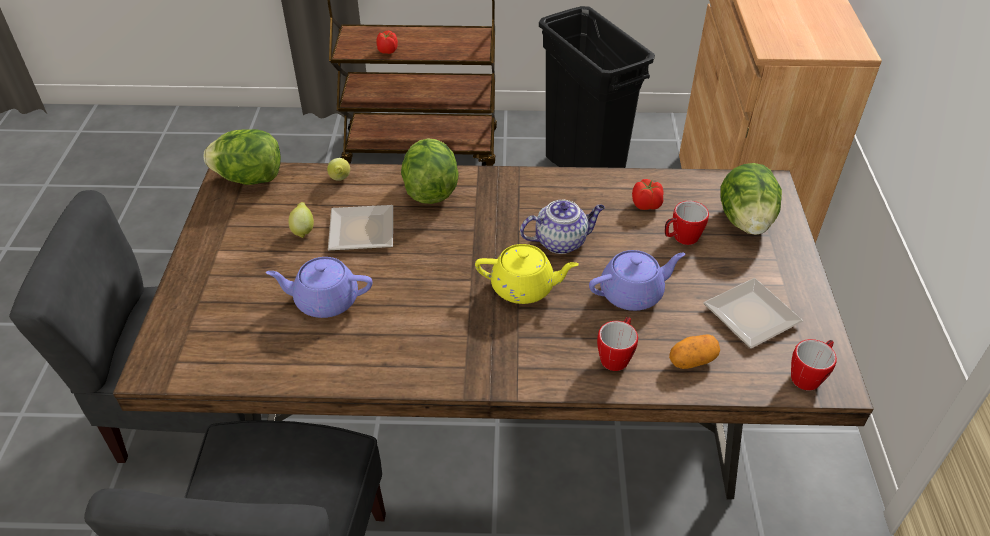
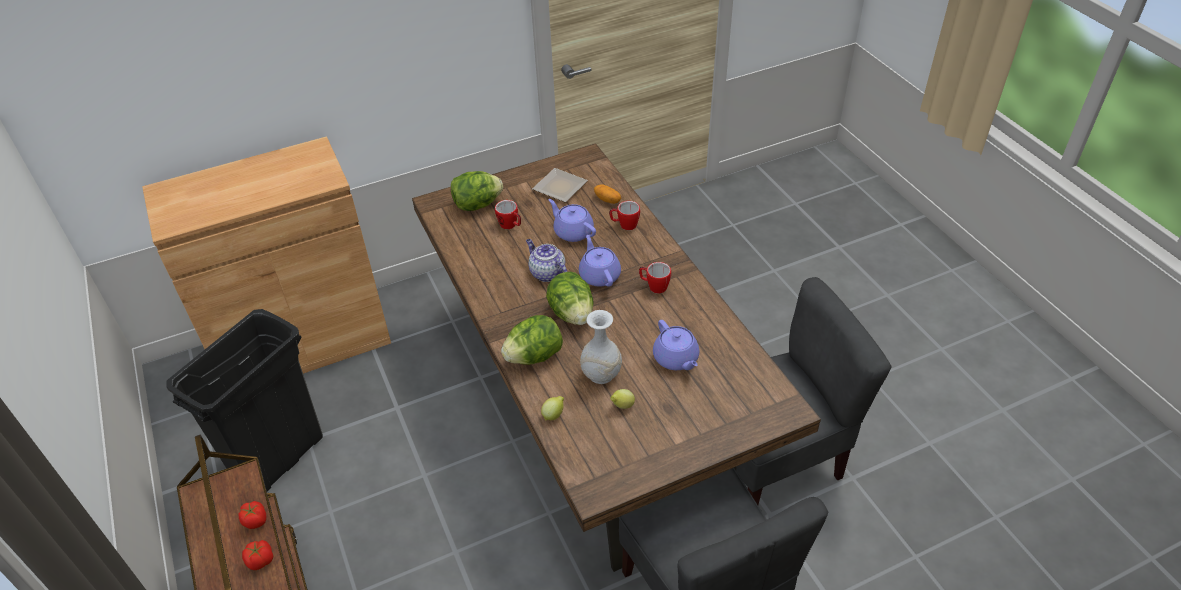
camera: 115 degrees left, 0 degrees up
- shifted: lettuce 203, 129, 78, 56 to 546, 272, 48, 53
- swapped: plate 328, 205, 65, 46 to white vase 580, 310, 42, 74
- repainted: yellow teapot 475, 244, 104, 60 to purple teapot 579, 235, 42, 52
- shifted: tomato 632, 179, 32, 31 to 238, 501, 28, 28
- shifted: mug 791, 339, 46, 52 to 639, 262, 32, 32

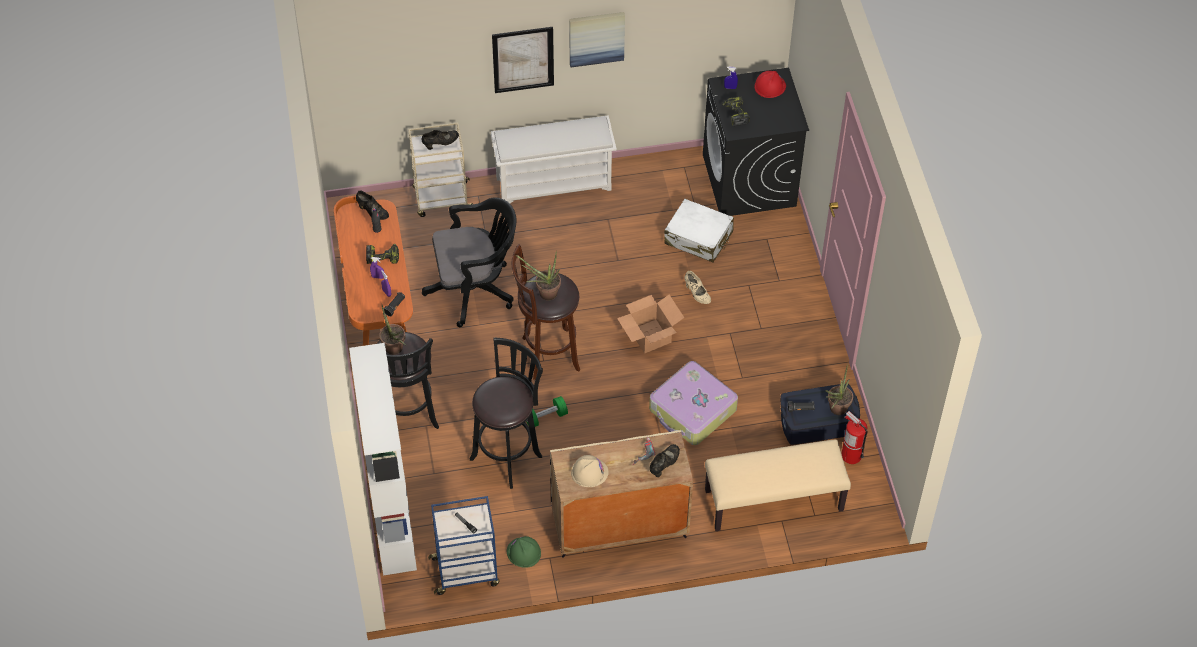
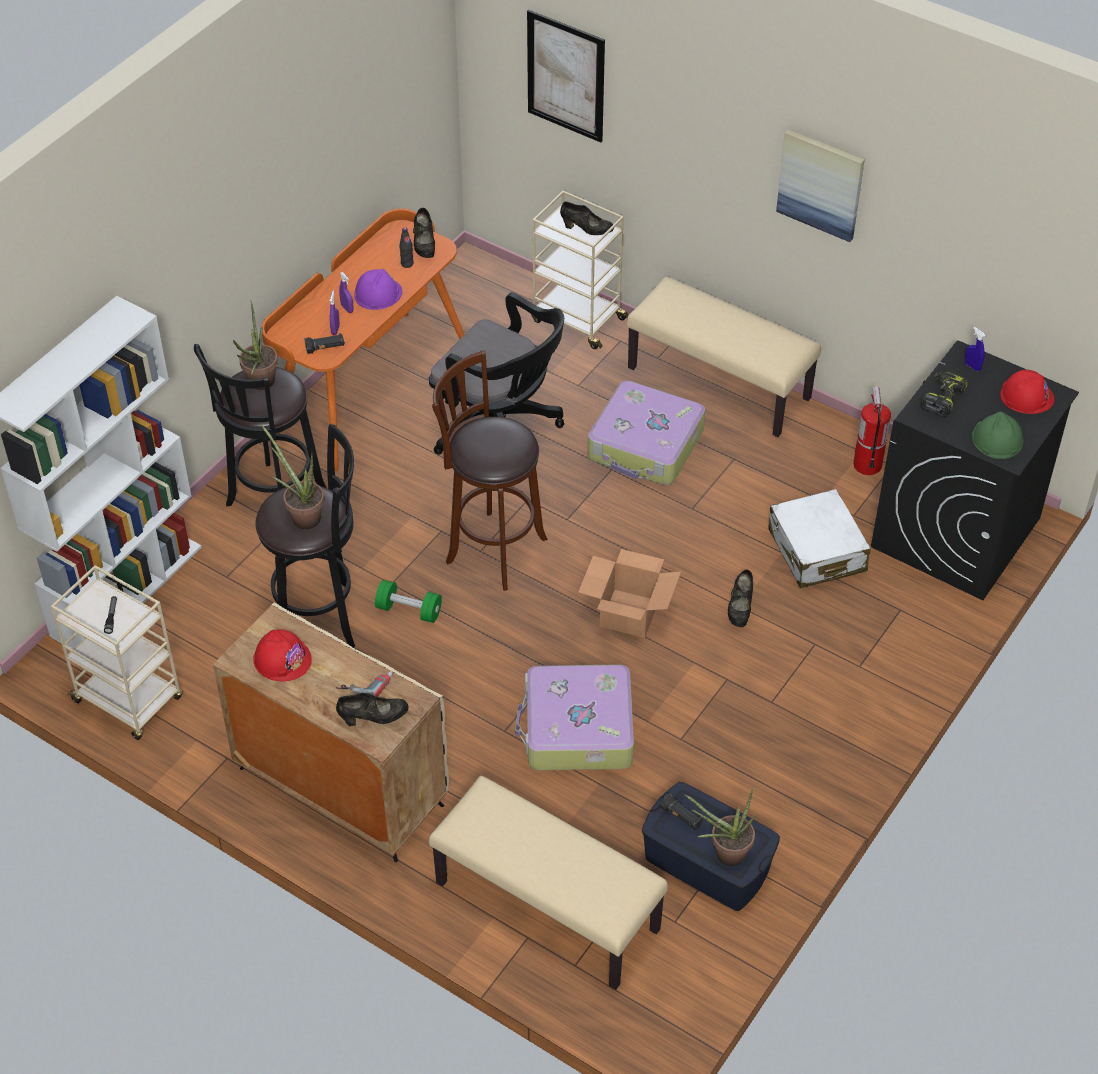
camera: 45 degrees right, 5 degrees down
- swapped: power drill 366, 244, 33, 20 to purple hard hat 354, 269, 48, 41
- repainted: blue cart 428, 496, 71, 99 to beige cart 51, 565, 132, 175
- swapped: white shoe rack 491, 115, 126, 88 to beige bench 627, 277, 194, 160
- shifted: picture 492, 27, 62, 66 to 527, 10, 78, 132
- shifted: green hard hat 507, 536, 34, 32 to 972, 411, 51, 48
- shifted: potted plant 516, 252, 45, 49 to 260, 424, 64, 105
- repainted: beige hard hat 571, 455, 38, 32 to red hard hat 253, 630, 59, 51
- repainted: beige shoe 684, 271, 27, 33 to black shoe 728, 569, 25, 58
- shifted: fire extinguisher 841, 411, 26, 53 to 853, 387, 38, 88
- new: suitcase 588, 381, 117, 104

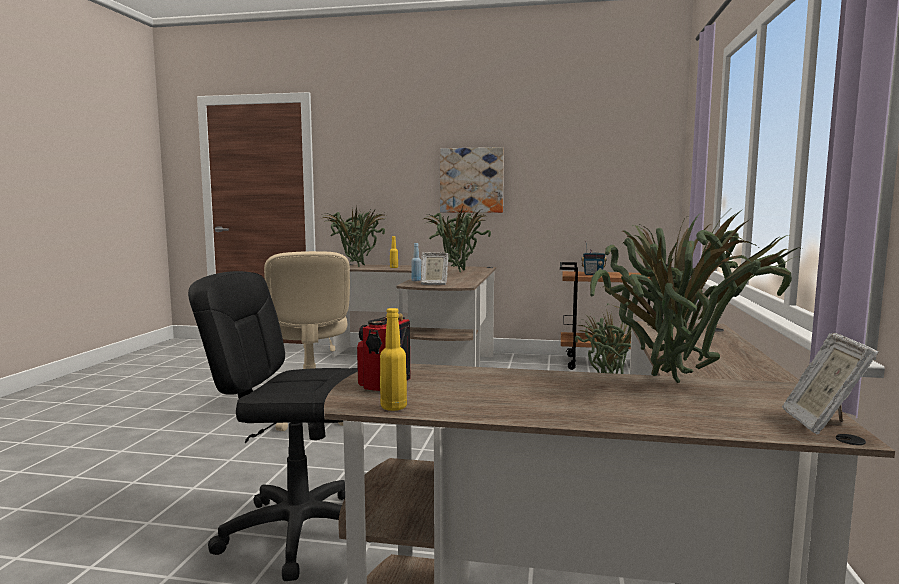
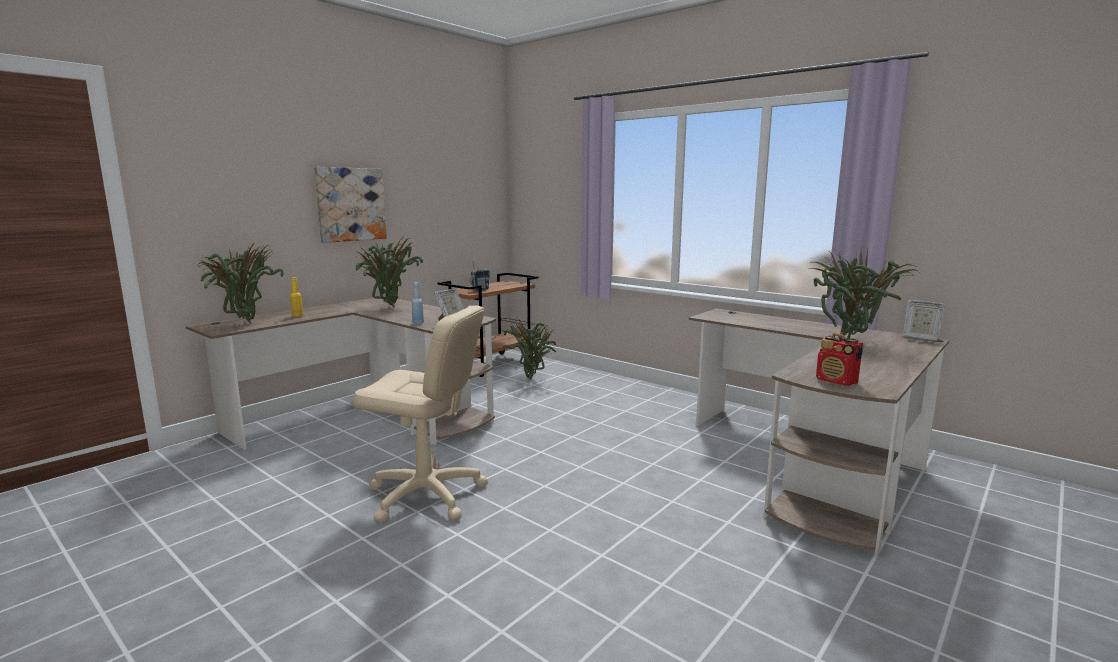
camera: 60 degrees left, 5 degrees up
- gone: black office chair 188, 271, 170, 310
- gone: yellow bottle 380, 308, 27, 103

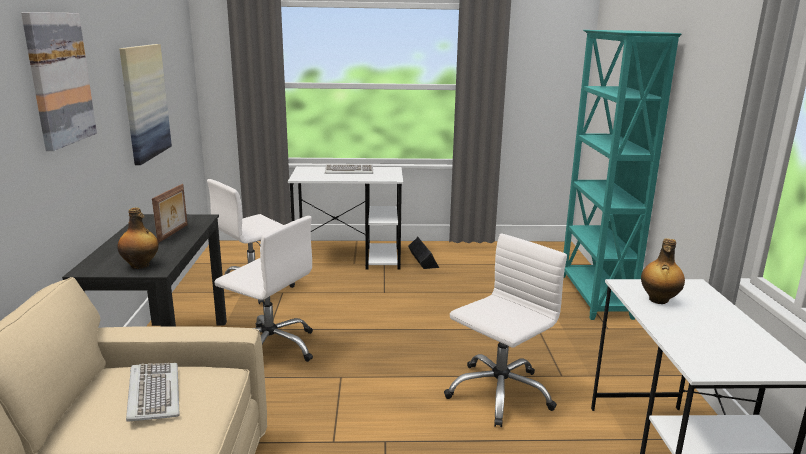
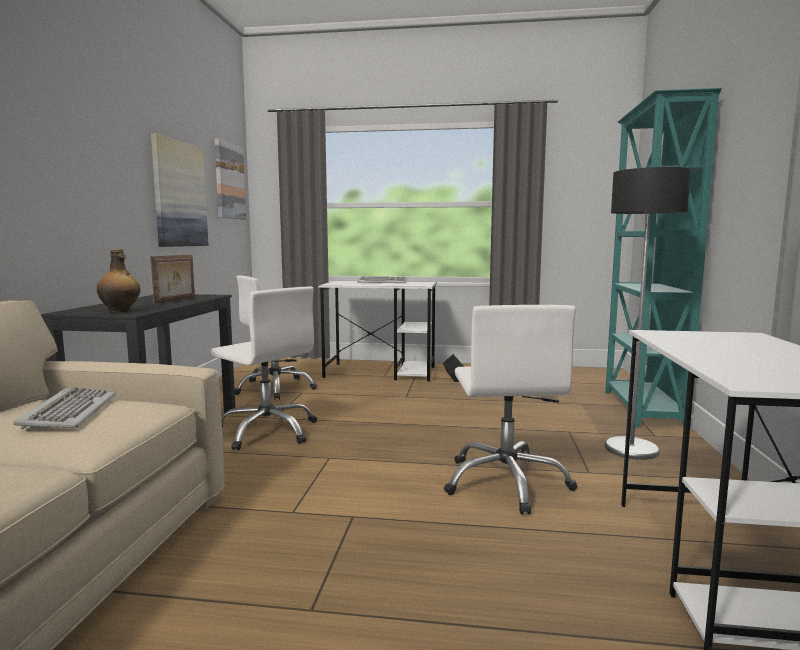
camera: 10 degrees right, 10 degrees down
- shifted: picture 21, 12, 76, 139 to 214, 138, 32, 81
- rotated: white office chair 444, 233, 123, 194 = 444, 305, 133, 210 120 degrees clockwise
- gone: bottle 641, 238, 44, 66
- new: floor lamp 605, 167, 86, 293

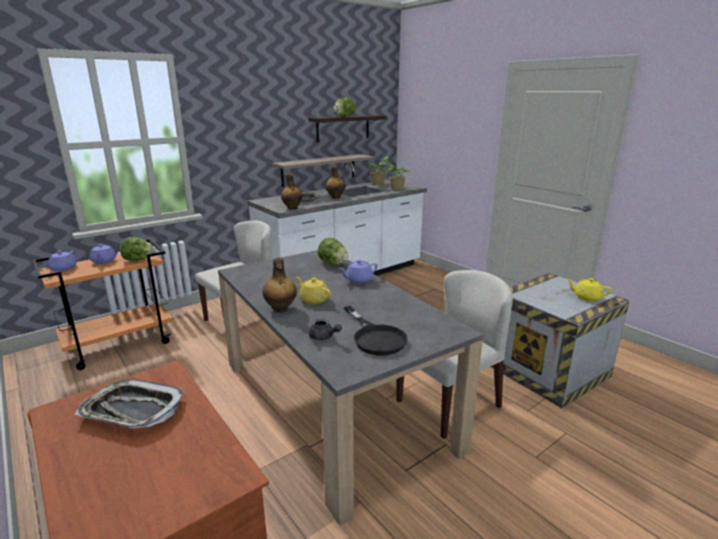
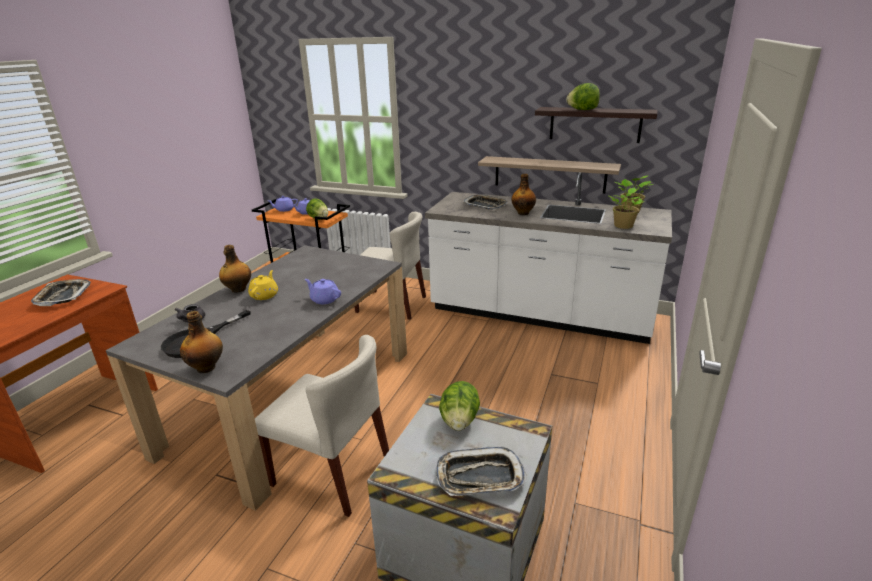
camera: 60 degrees right, 5 degrees up
- shifted: bottle 281, 174, 21, 36 to 180, 311, 43, 62
- shifted: lettuce 318, 238, 31, 27 to 439, 381, 41, 50
- swapped: yellow teapot 567, 278, 45, 23 to tray 436, 447, 91, 49

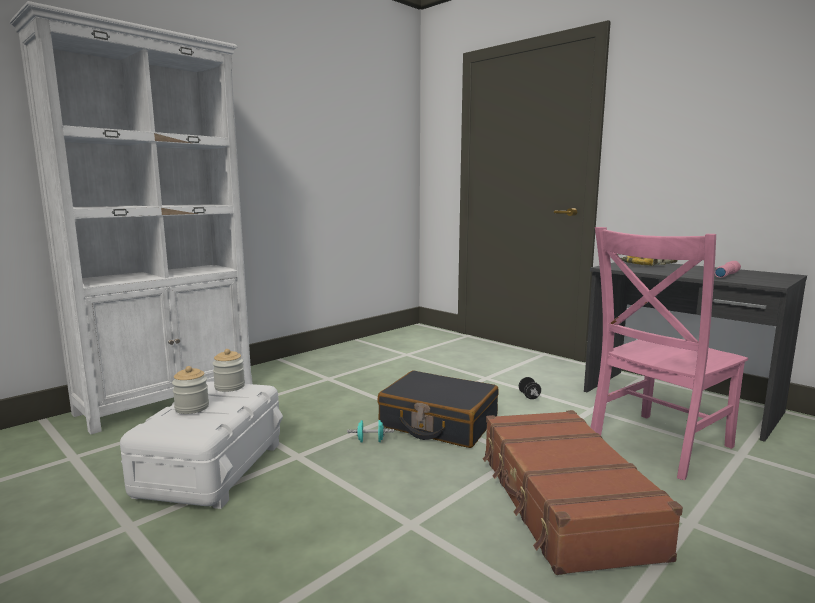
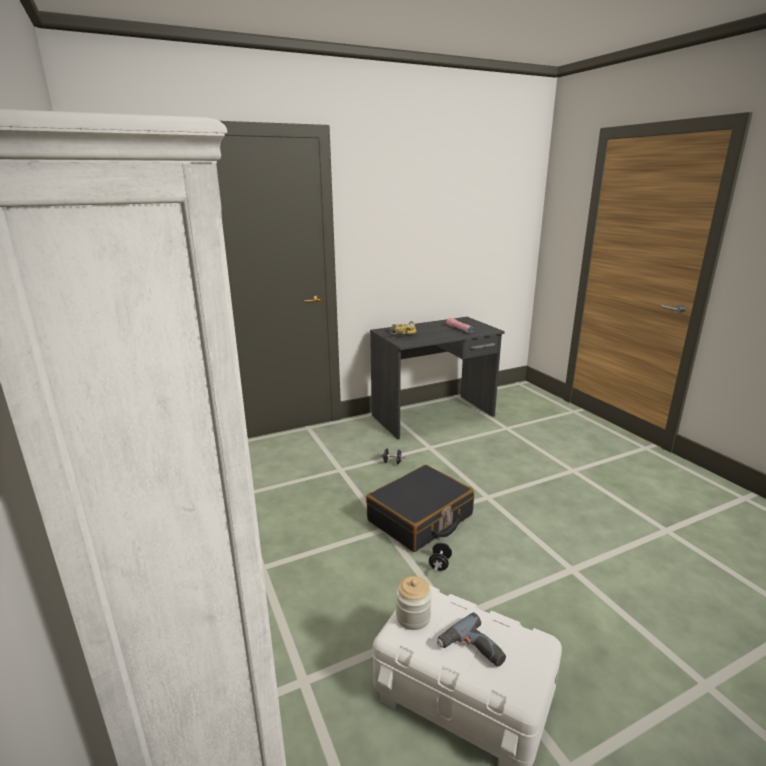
camera: 70 degrees left, 10 degrees up
- swapped: jar 172, 366, 37, 48 to power drill 437, 613, 69, 53
- repainted: turquoise dumbbell 347, 420, 47, 23 to black dumbbell 429, 542, 23, 30
- gone: brown suitcase 483, 410, 200, 165
- gone: pink chair 591, 227, 157, 253

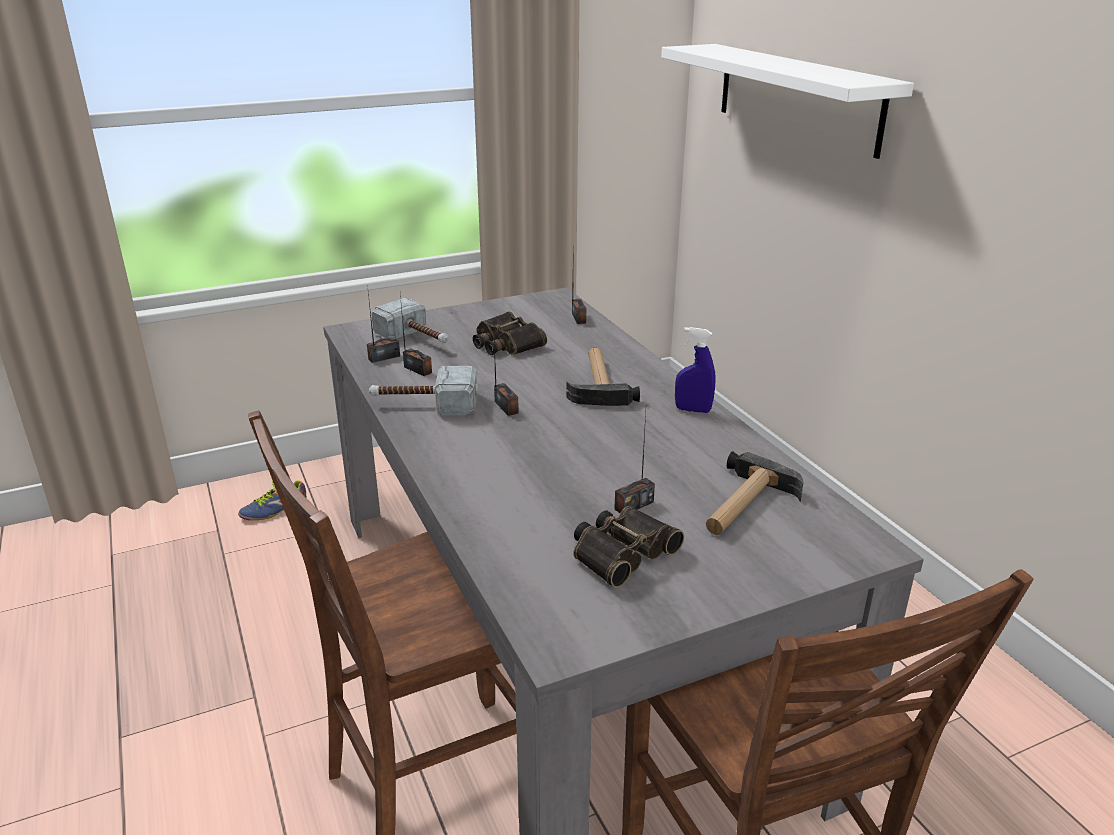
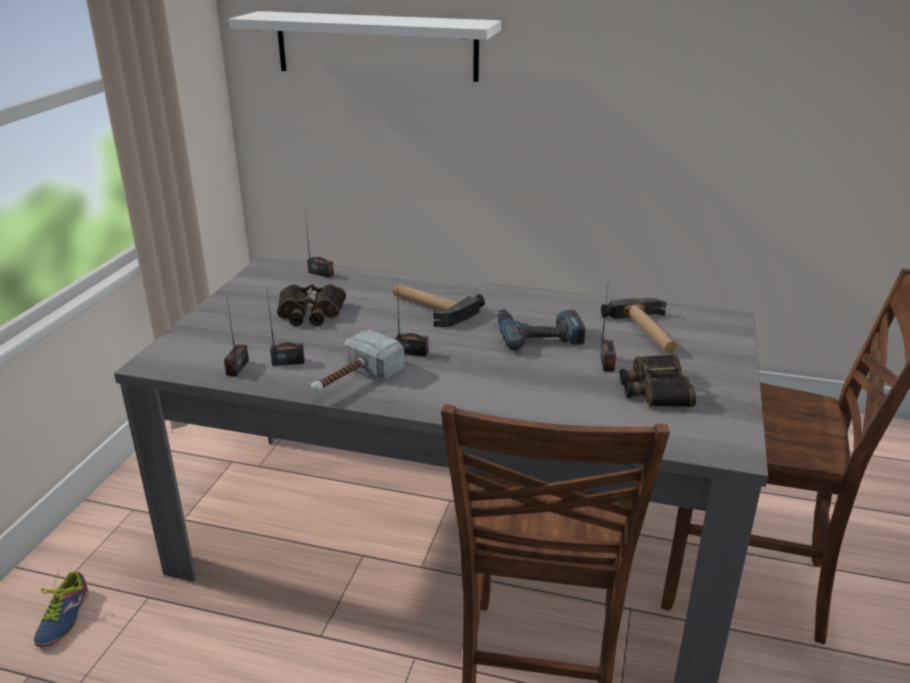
camera: 50 degrees left, 0 degrees up
- gone: hammer 371, 298, 78, 46
- gone: blue spray bottle 675, 327, 41, 86
- new: power drill 498, 309, 88, 41

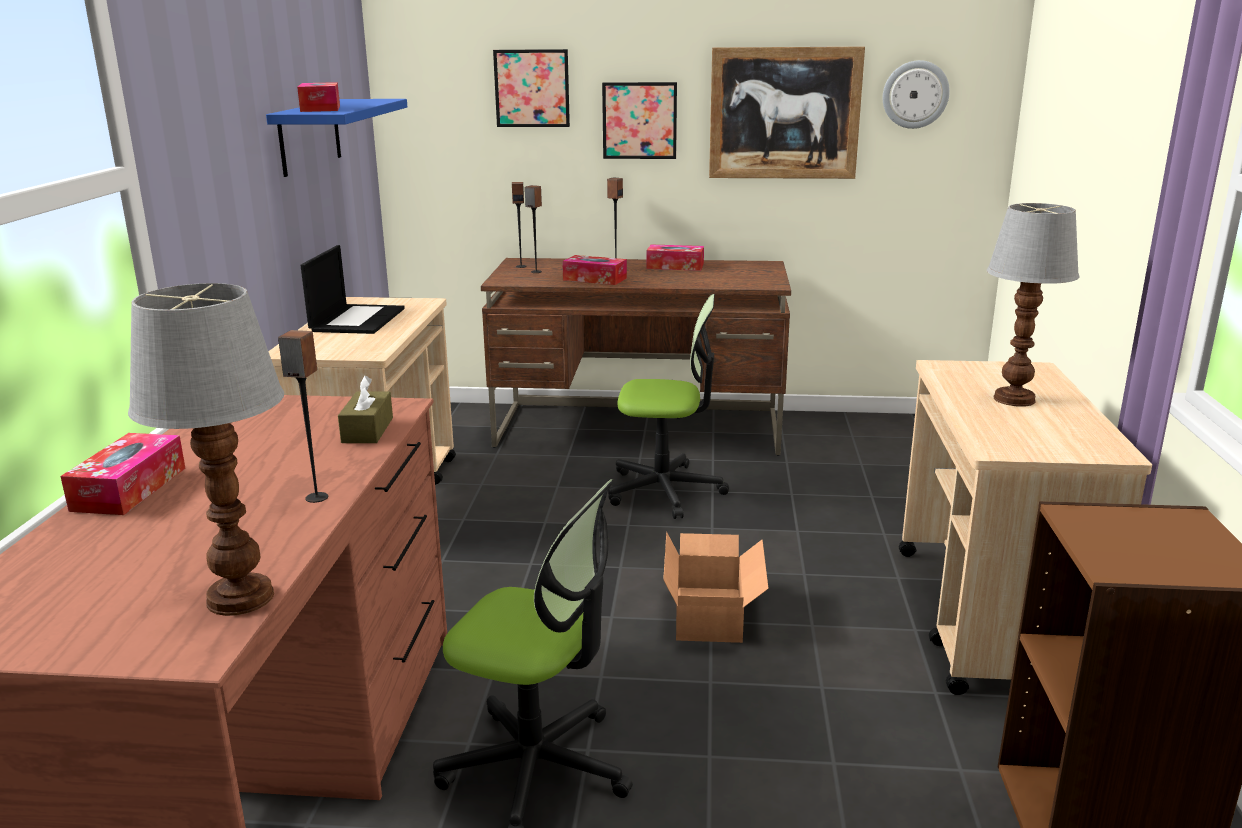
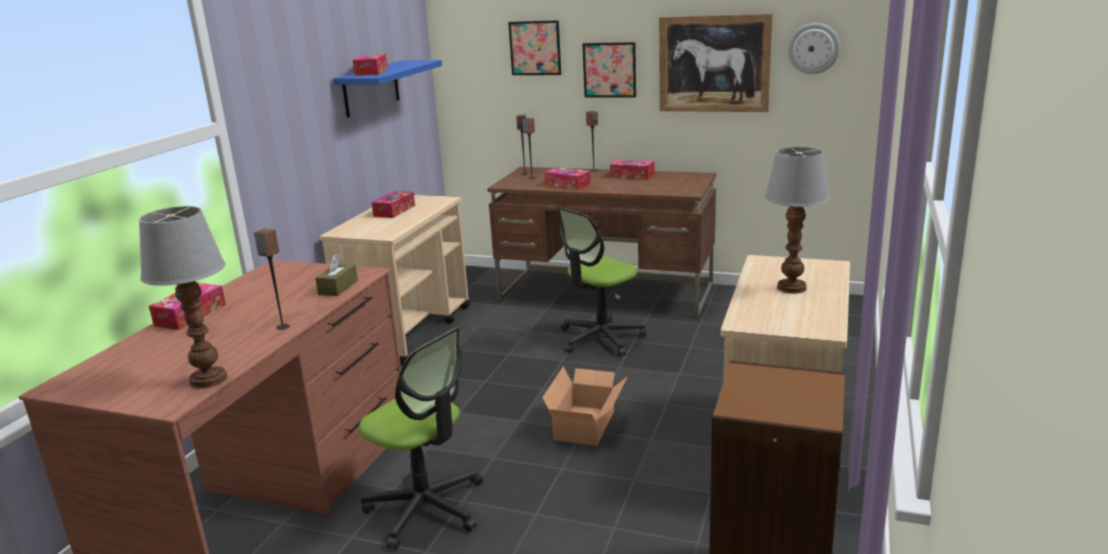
camera: 15 degrees right, 0 degrees up
- swapped: laptop 300, 245, 105, 89 to tissue box 371, 191, 44, 27
- rotated: office chair 608, 294, 121, 225 = 557, 207, 89, 149 120 degrees clockwise

